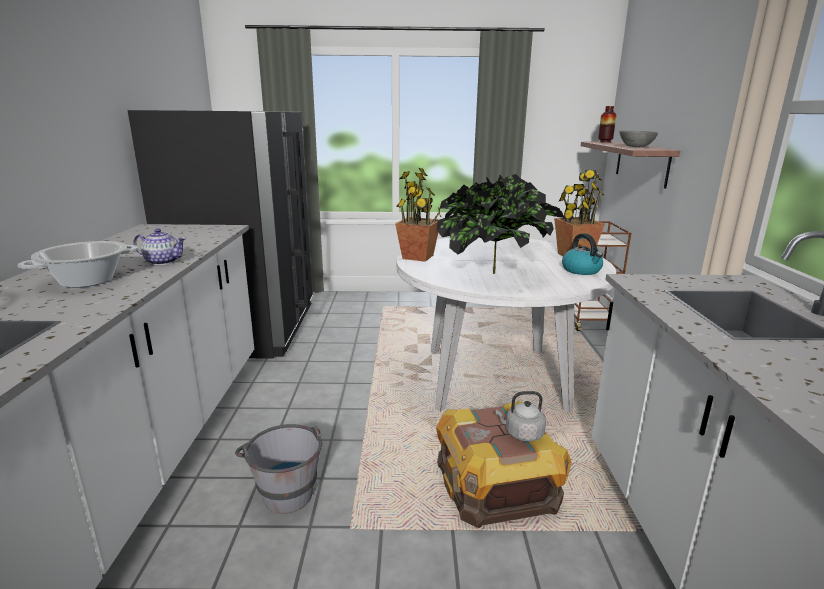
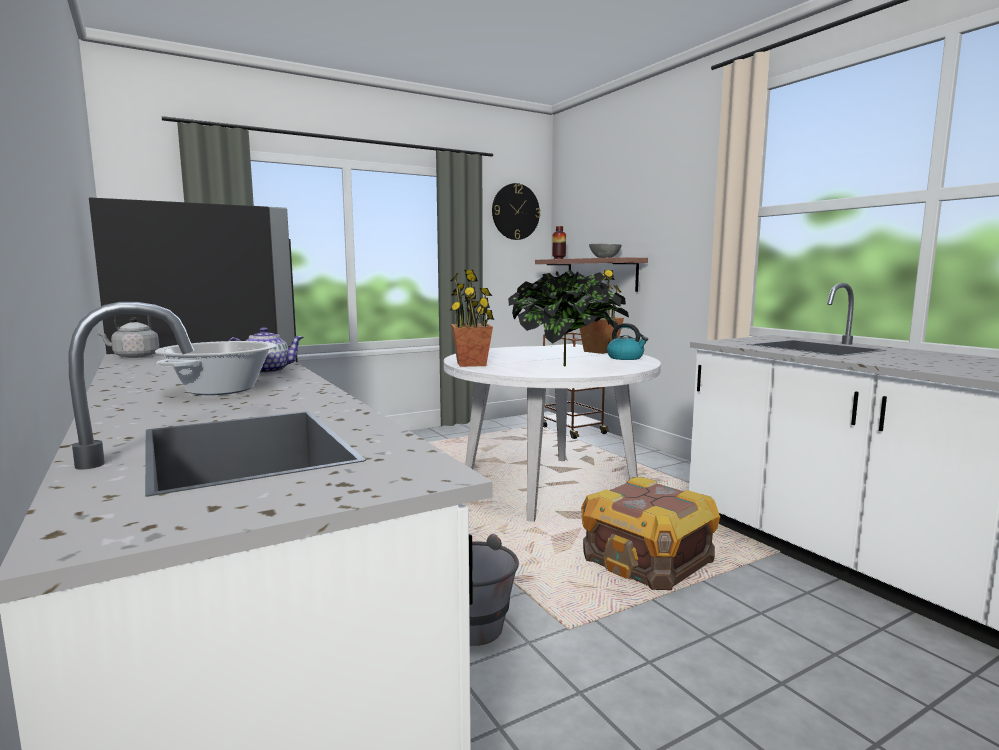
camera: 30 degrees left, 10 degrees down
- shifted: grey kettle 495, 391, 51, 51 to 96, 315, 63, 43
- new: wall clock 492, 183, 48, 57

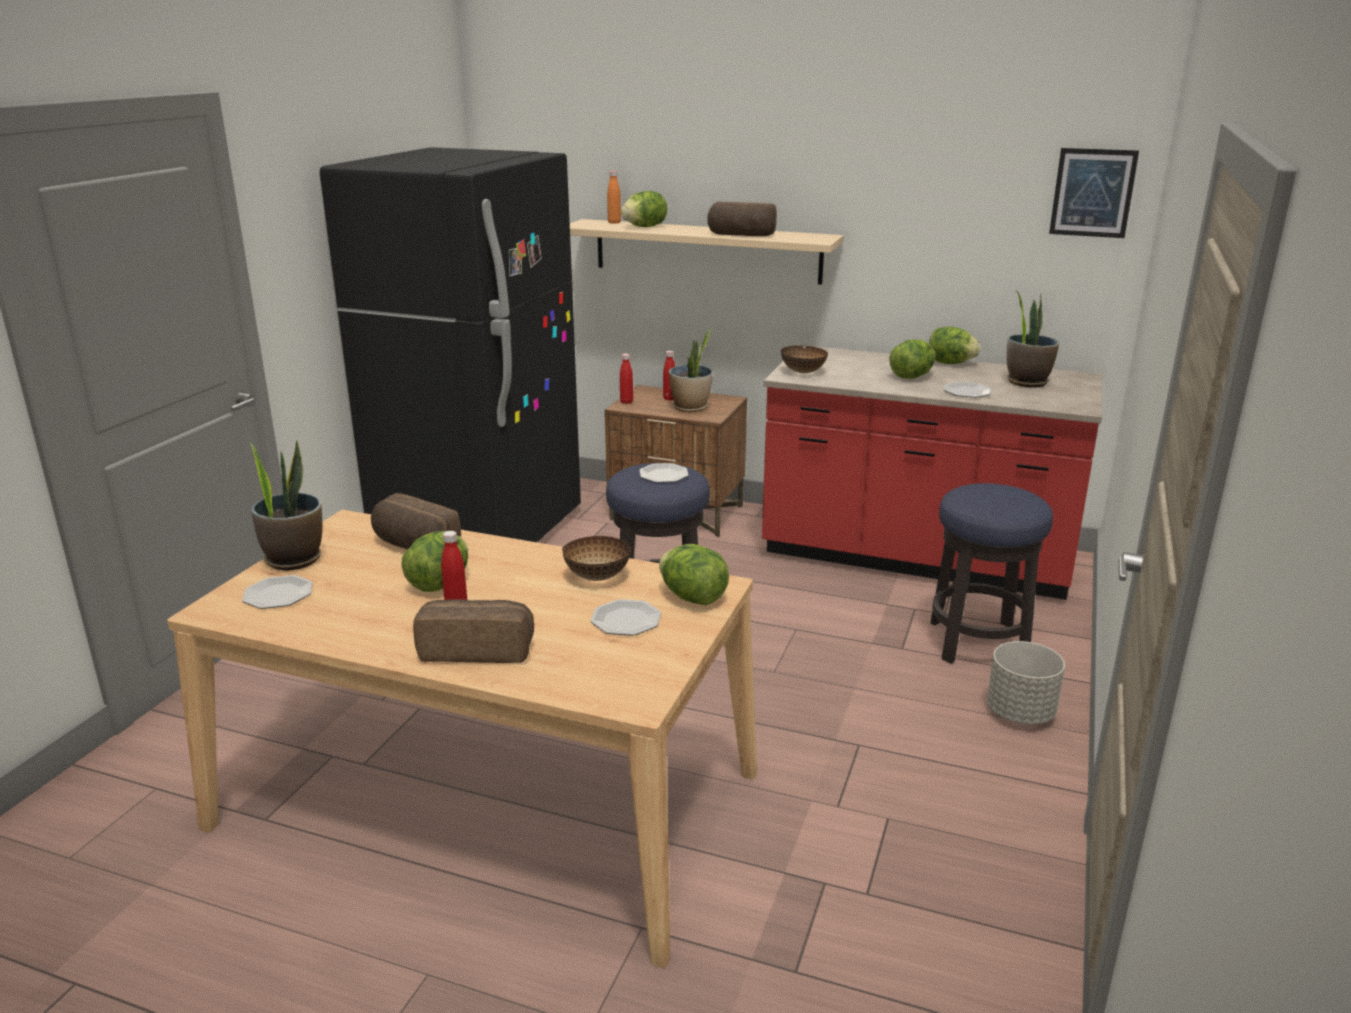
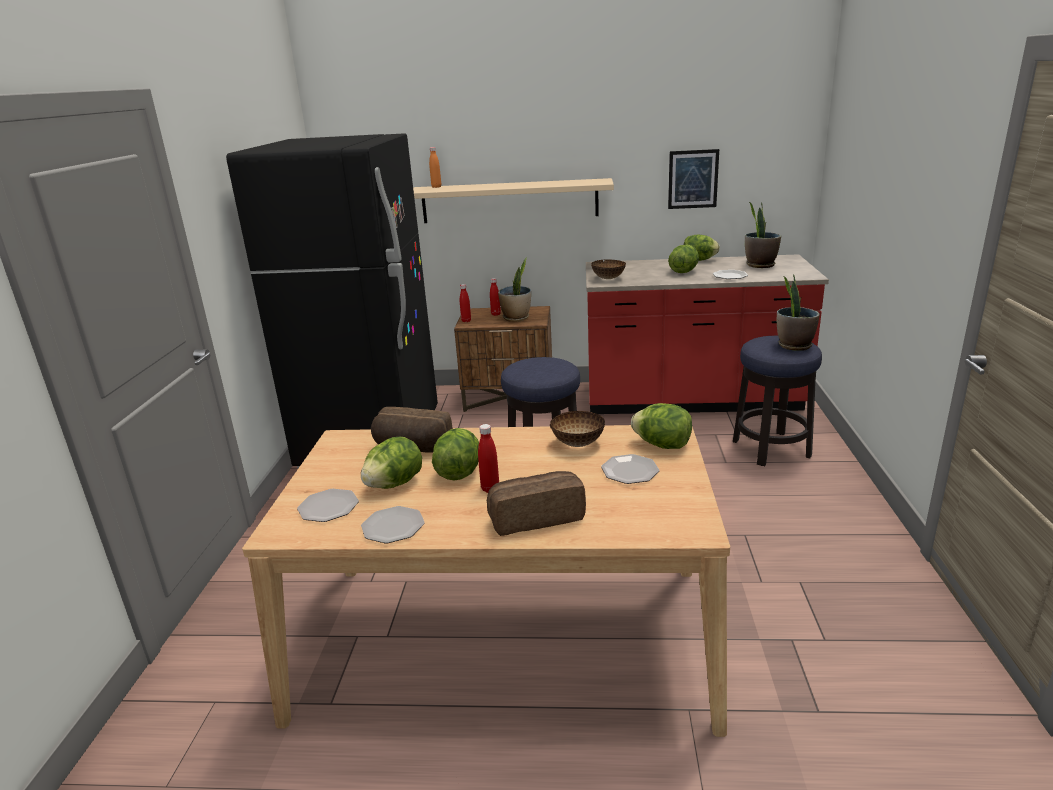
camera: 15 degrees left, 0 degrees up
- shifted: potted plant 248, 440, 75, 131 to 777, 274, 43, 77
- shifted: lettuce 621, 191, 46, 36 to 361, 437, 61, 52
- shifted: plate 640, 463, 48, 20 to 361, 506, 64, 37
- gone: bread 707, 202, 70, 34
- gone: grey planter 987, 641, 78, 84
- shifted: picture 1049, 148, 90, 90 to 668, 149, 51, 60

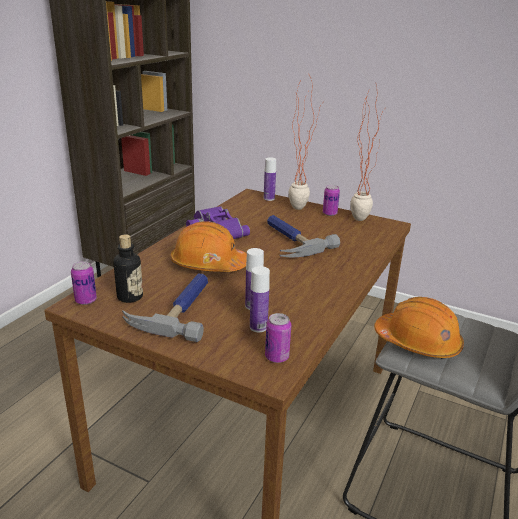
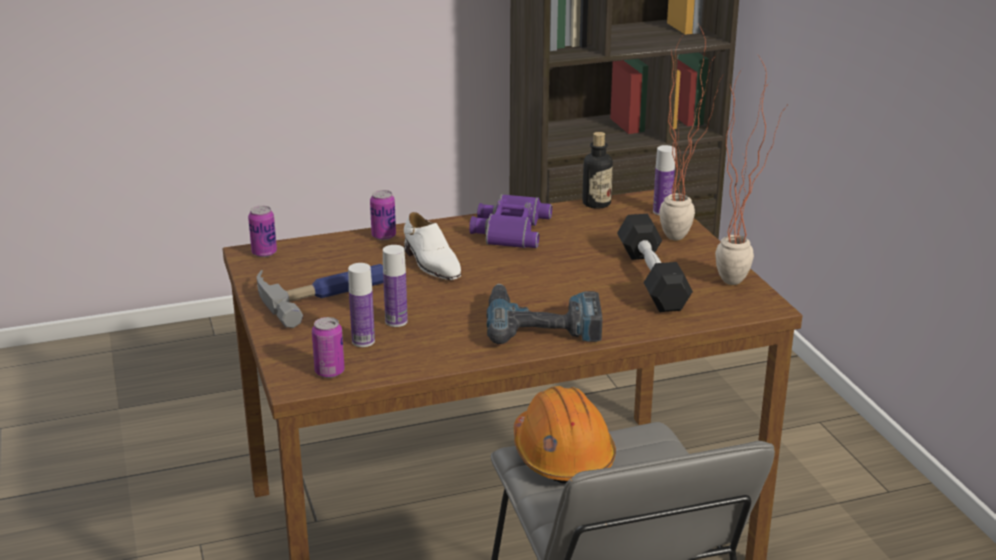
camera: 45 degrees right, 0 degrees up
- shifted: bottle 113, 234, 30, 69 to 582, 132, 31, 76
- swapped: orange hard hat 170, 221, 77, 51 to white shoe 404, 212, 57, 68
- gone: hammer 267, 215, 73, 43
- shifted: can 323, 185, 17, 31 to 370, 190, 26, 50
- new: power drill 487, 284, 115, 60
- new: black dumbbell 617, 214, 76, 98

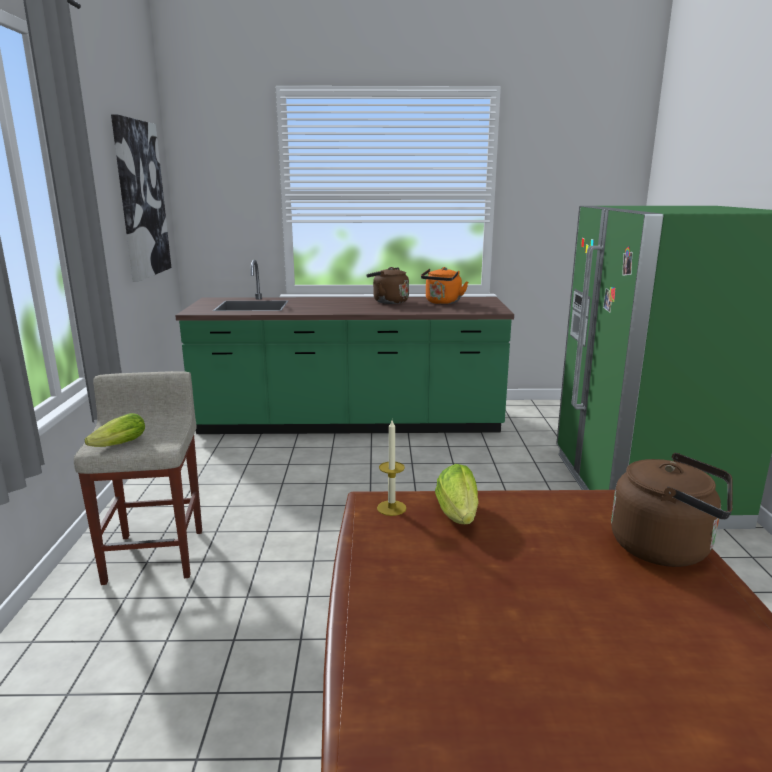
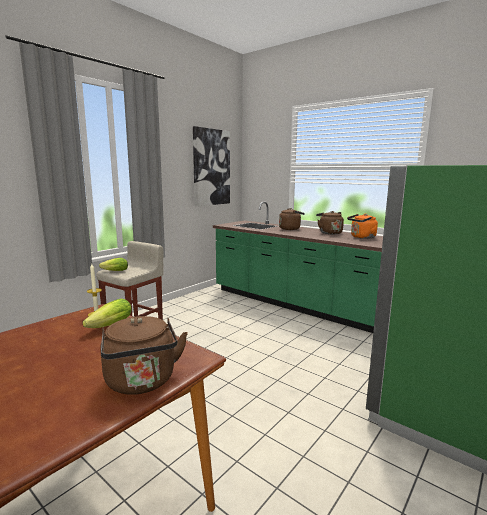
camera: 40 degrees right, 5 degrees down
- new: brown kettle 279, 208, 26, 22

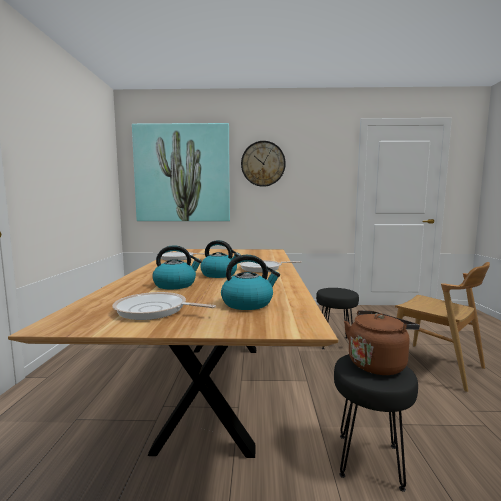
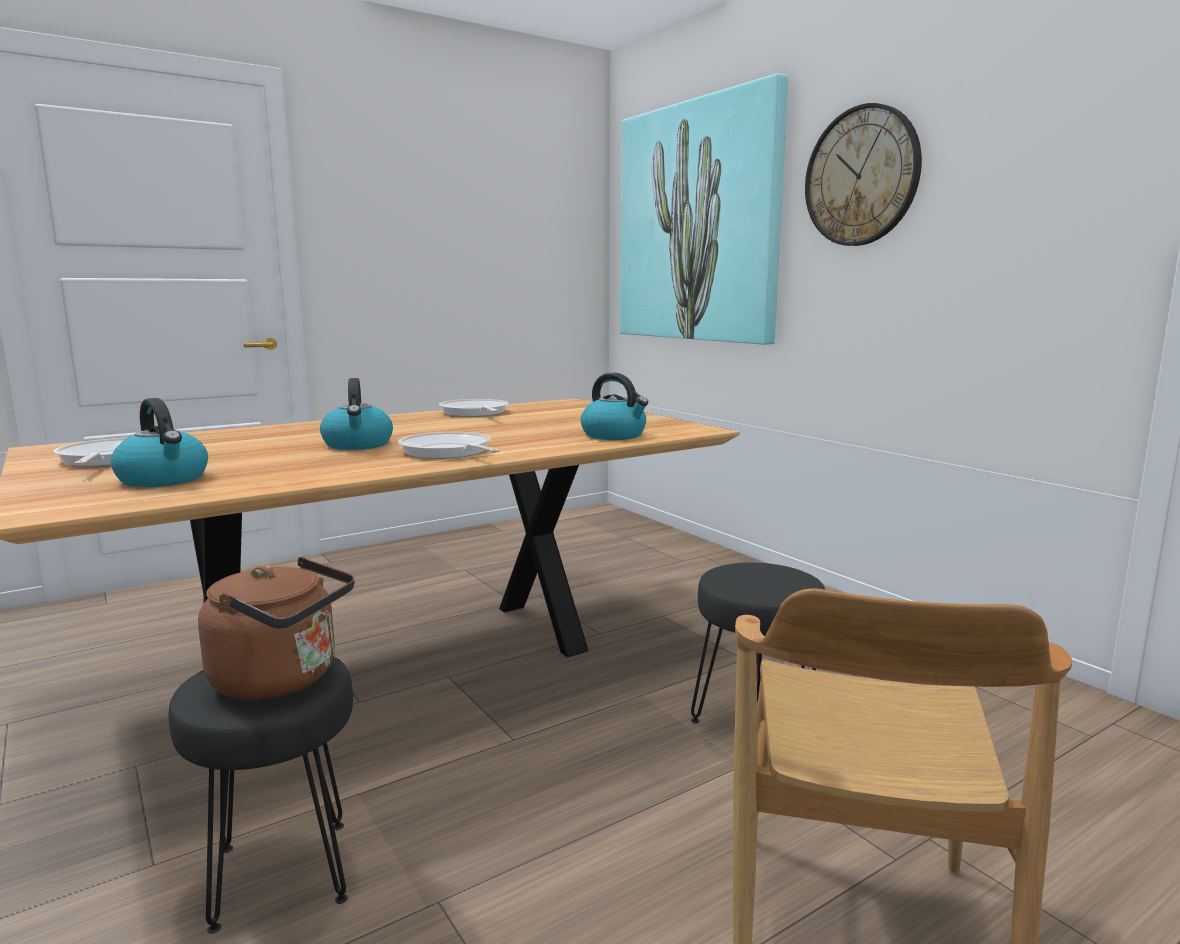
camera: 55 degrees right, 5 degrees up
- shifted: kettle 152, 245, 50, 44 to 581, 373, 67, 67

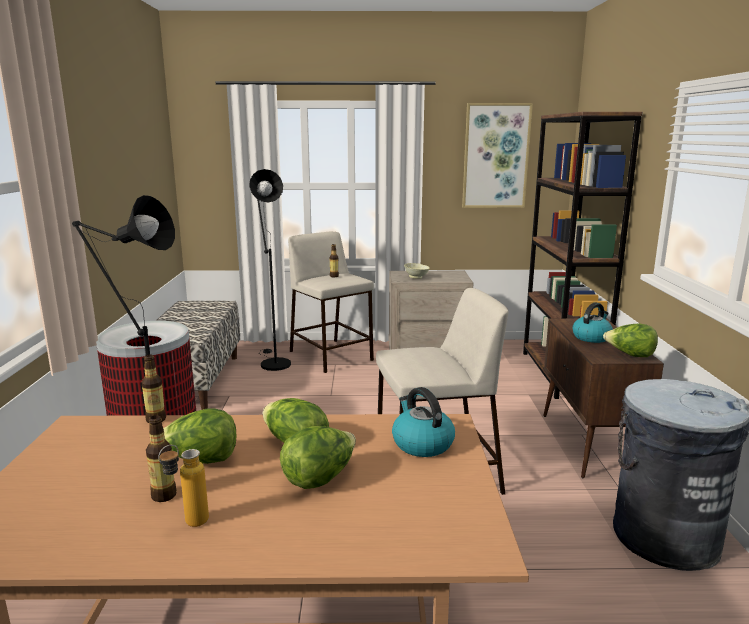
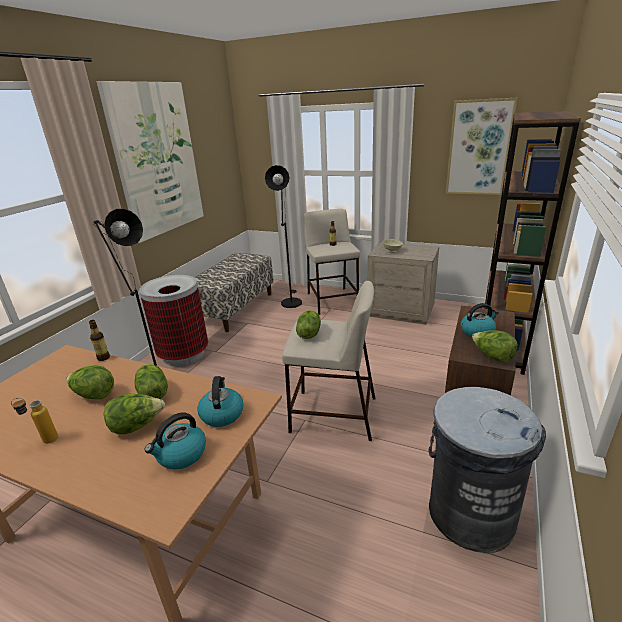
camera: 25 degrees right, 10 degrees up
- gone: bottle 146, 415, 31, 87
- new: picture 97, 81, 107, 162
- new: kettle 145, 412, 61, 58
- new: lettuce 296, 310, 25, 29

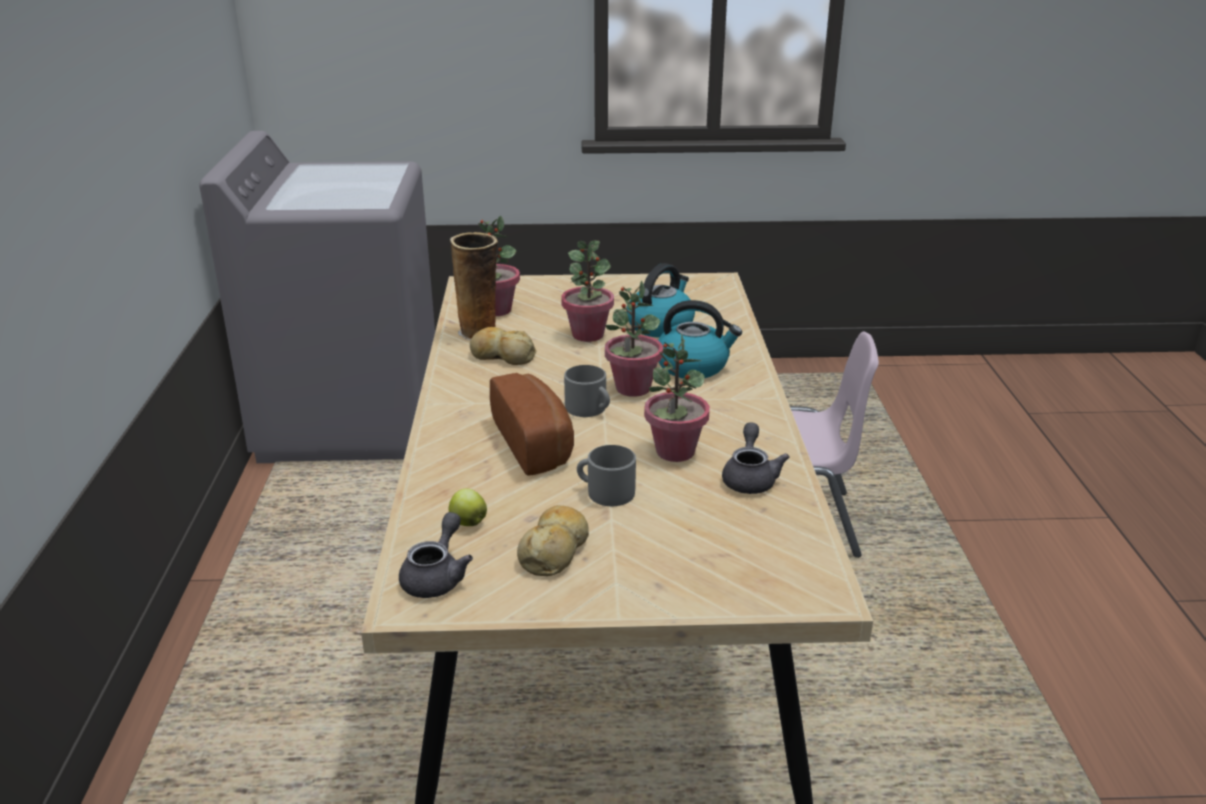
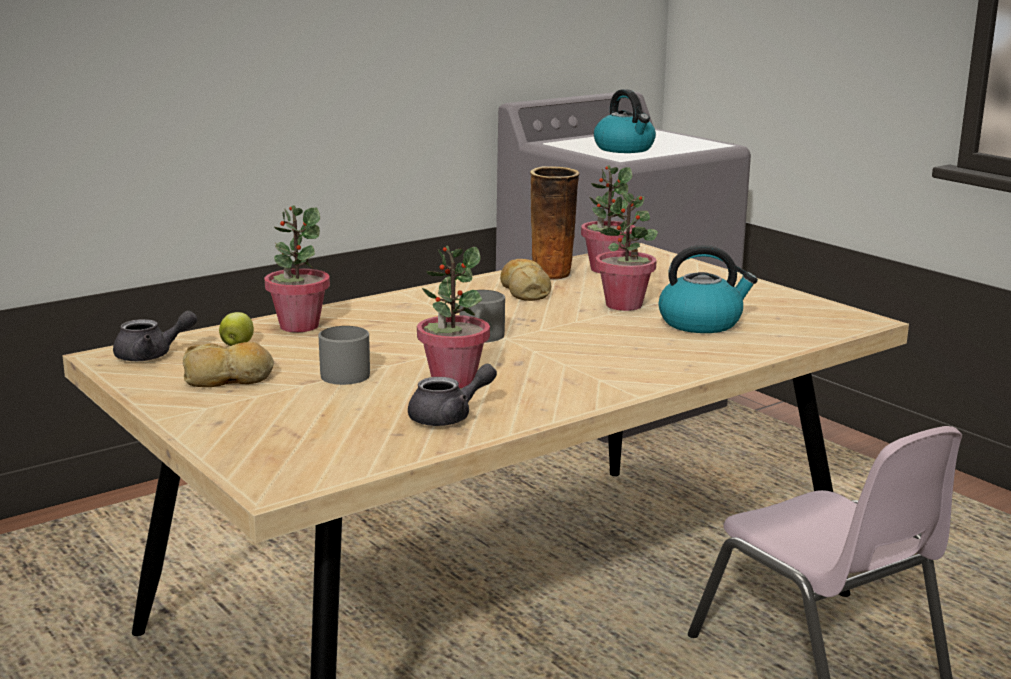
camera: 55 degrees right, 10 degrees down
- gone: bread 490, 373, 84, 103
- shifted: potted plant 605, 281, 58, 116 to 264, 205, 66, 127
- shifted: kettle 658, 300, 84, 78 to 594, 89, 62, 64

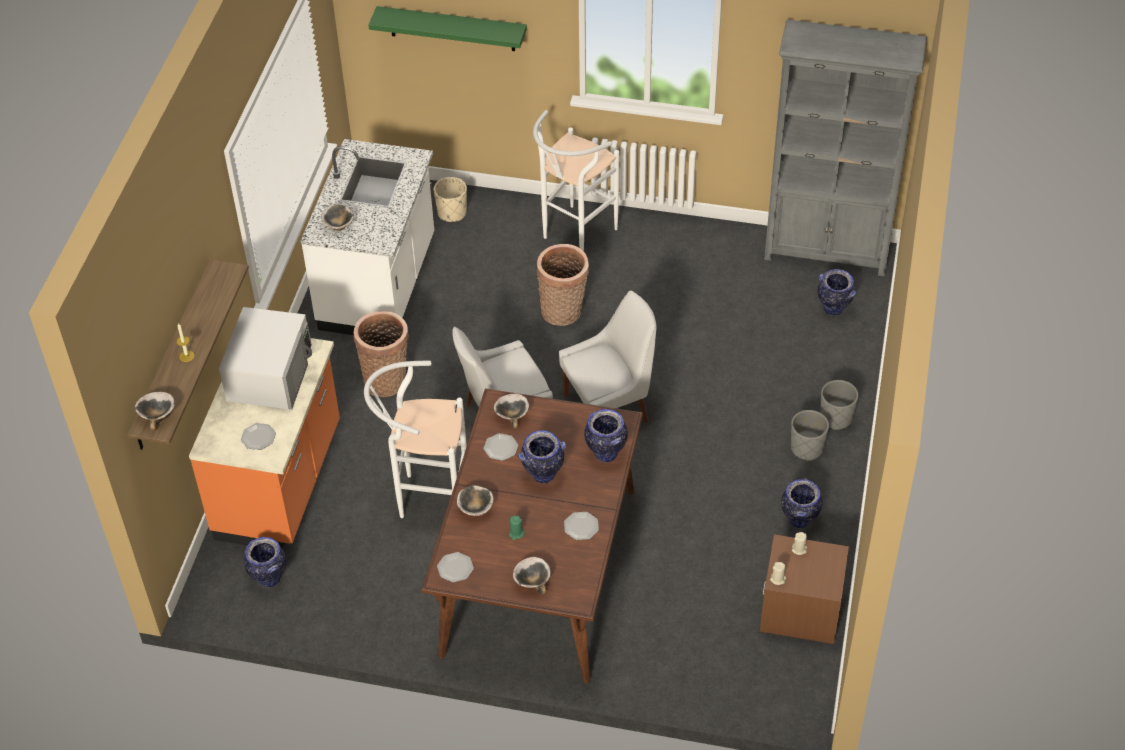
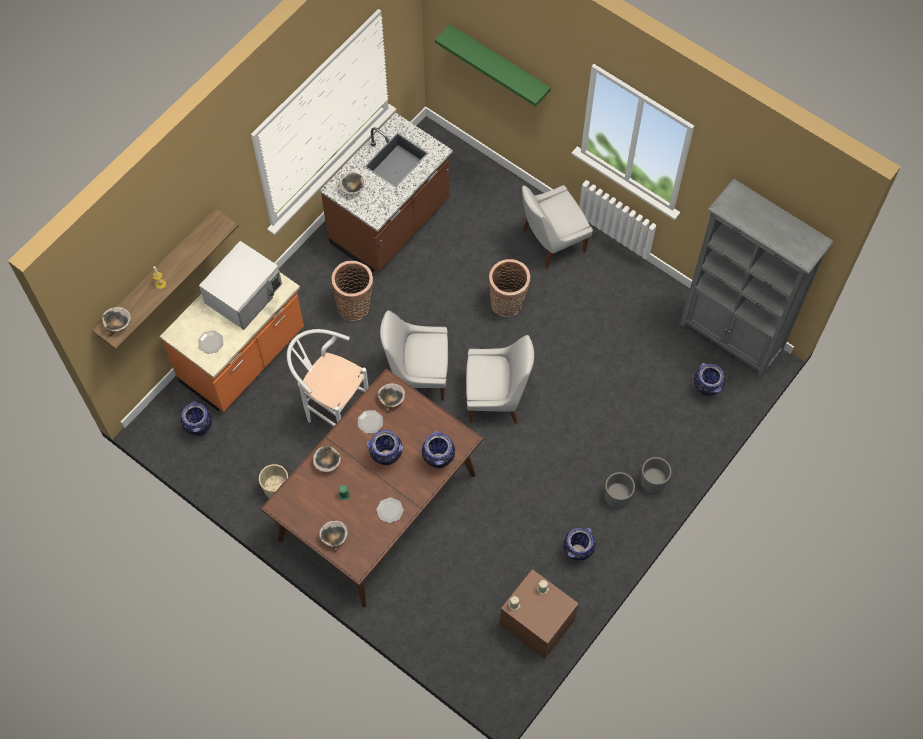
camera: 25 degrees right, 15 degrees up
- repainted: white counter 301, 139, 133, 196 to brown counter 320, 113, 133, 159
- shifted: beige planter 434, 177, 33, 45 to 259, 464, 29, 34
- gone: plate 437, 552, 37, 31
- swapped: white stool 533, 110, 86, 141 to white chair 522, 185, 71, 84

